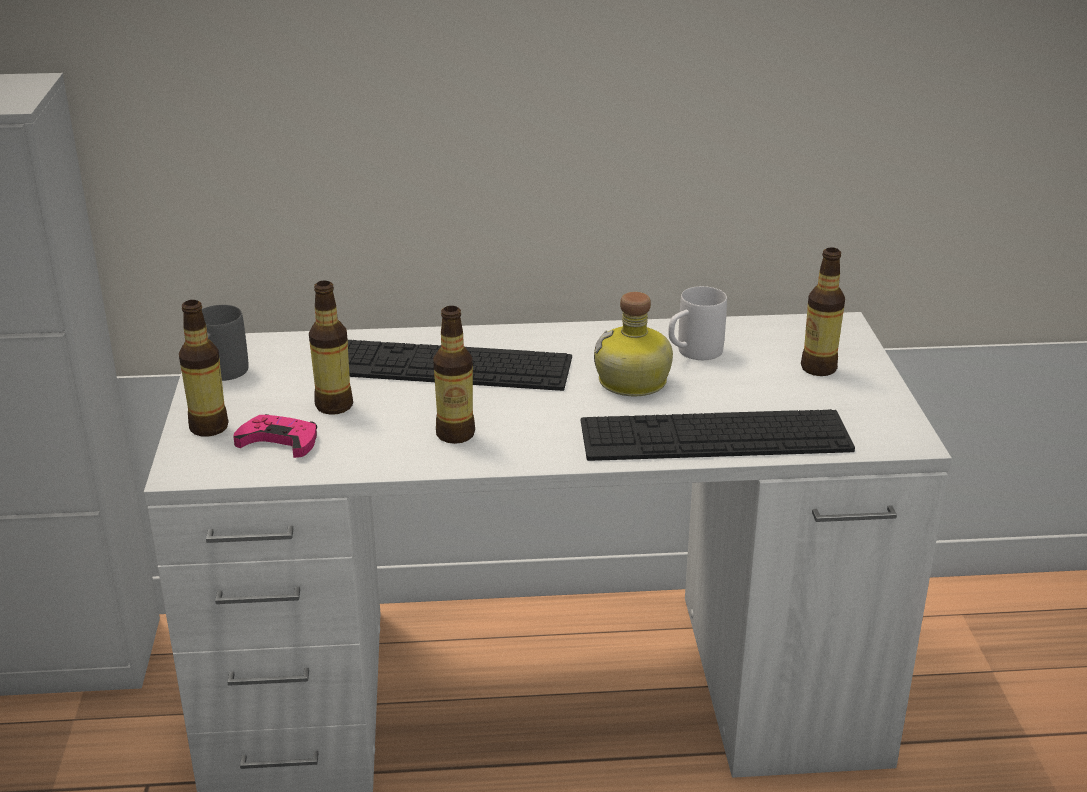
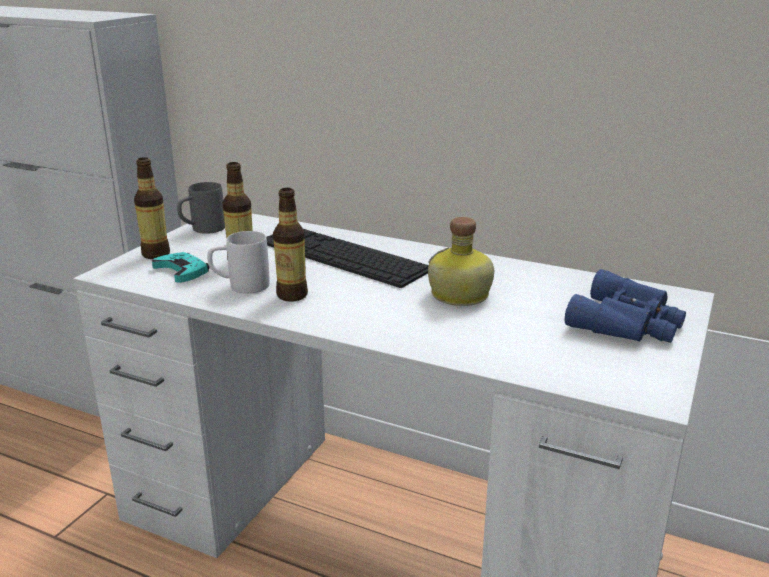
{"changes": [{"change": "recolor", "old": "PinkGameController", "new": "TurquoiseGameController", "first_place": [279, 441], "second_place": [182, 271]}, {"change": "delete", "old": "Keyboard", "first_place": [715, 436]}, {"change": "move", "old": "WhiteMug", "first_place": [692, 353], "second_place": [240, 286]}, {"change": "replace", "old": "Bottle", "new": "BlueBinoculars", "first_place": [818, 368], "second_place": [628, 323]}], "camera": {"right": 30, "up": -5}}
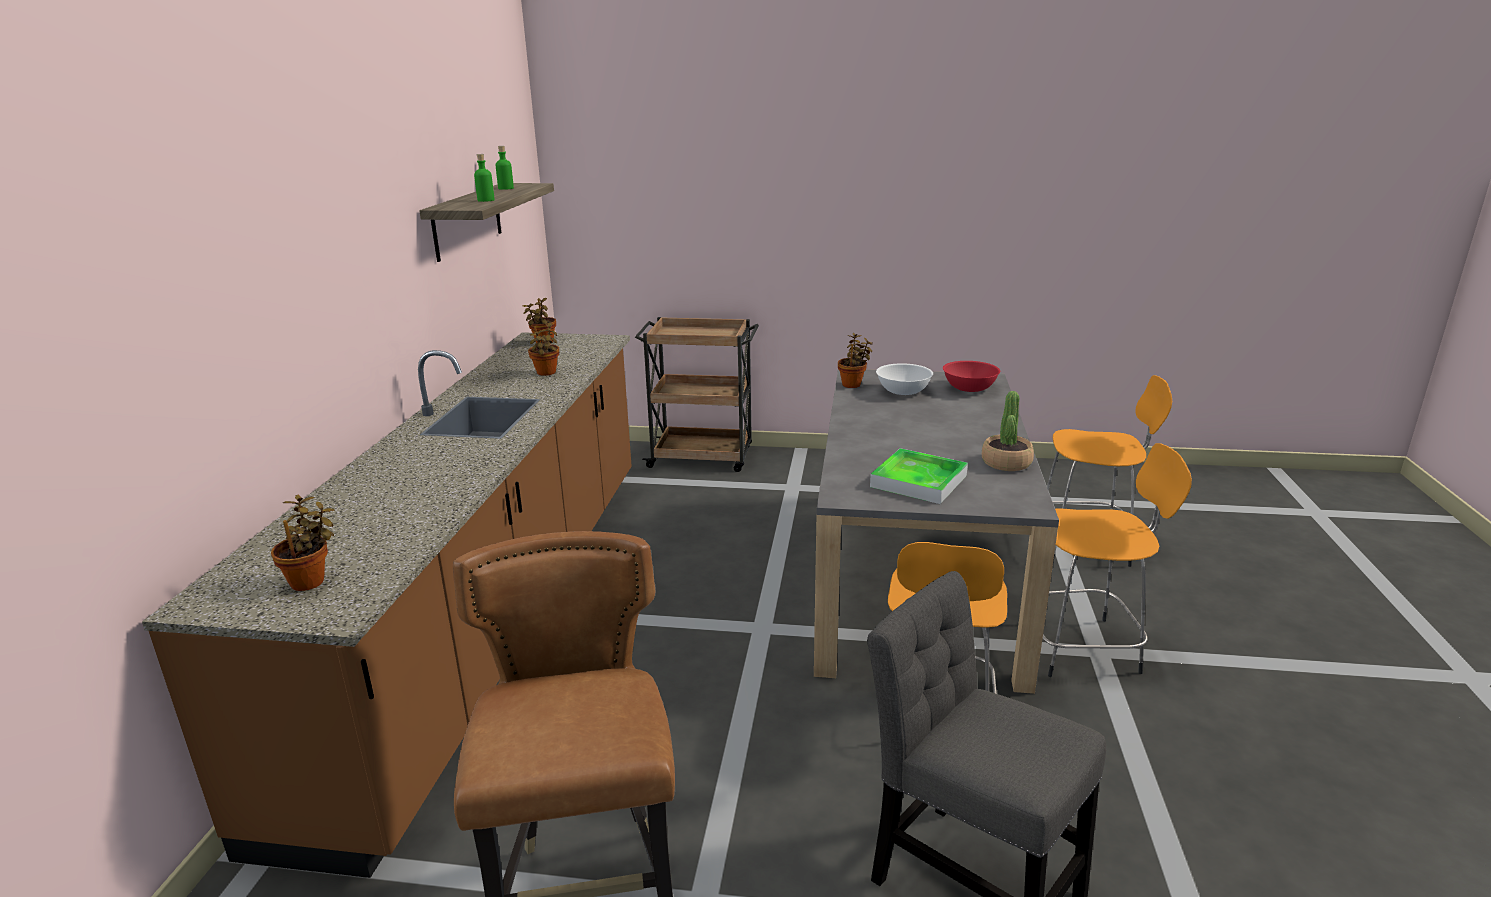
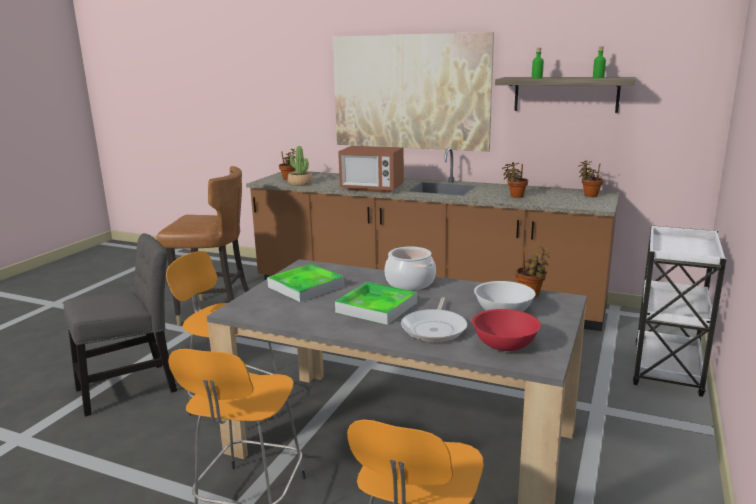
{"changes": [{"change": "recolor", "old": "BrownCart", "new": "WhiteCart", "first_place": [703, 457], "second_place": [667, 370]}, {"change": "move", "old": "PottedPlant", "first_place": [1006, 463], "second_place": [300, 183]}, {"change": "insert", "new": "Picture", "second_place": [410, 92]}, {"change": "insert", "new": "Tray", "second_place": [376, 307]}, {"change": "insert", "new": "Microwave", "second_place": [372, 189]}, {"change": "insert", "new": "CookingPot", "second_place": [409, 282]}, {"change": "insert", "new": "FryingPan", "second_place": [435, 328]}], "camera": {"right": 105, "up": -5}}
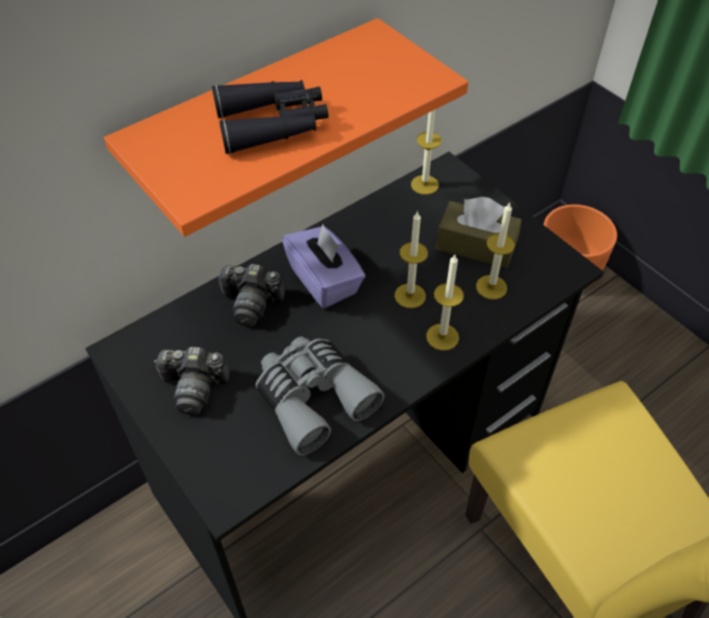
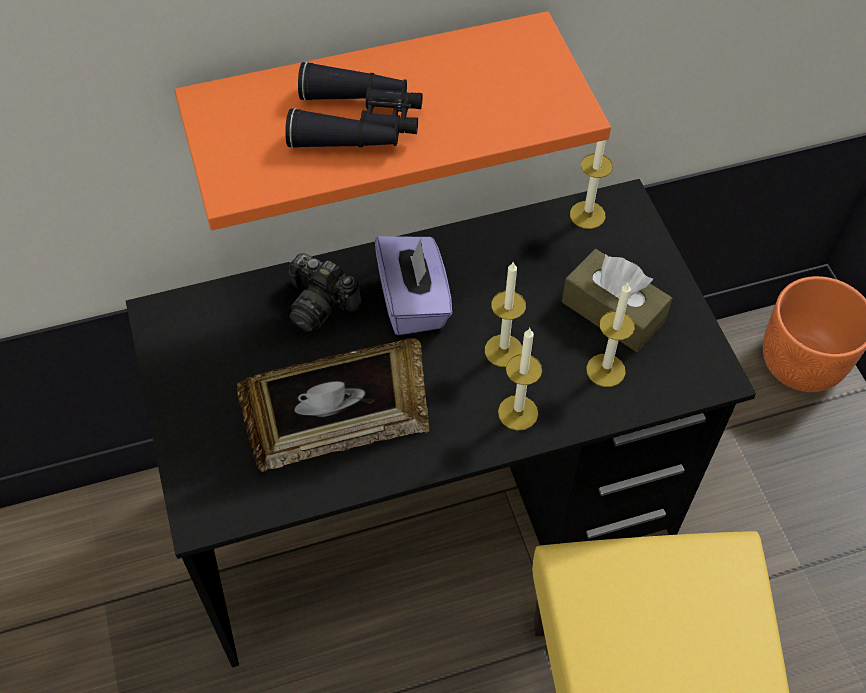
{"changes": [{"change": "delete", "old": "PhotoCamera", "first_place": [194, 387]}, {"change": "replace", "old": "GreyBinoculars", "new": "PictureFrame", "first_place": [313, 397], "second_place": [340, 436]}], "camera": {"right": 20, "up": 5}}
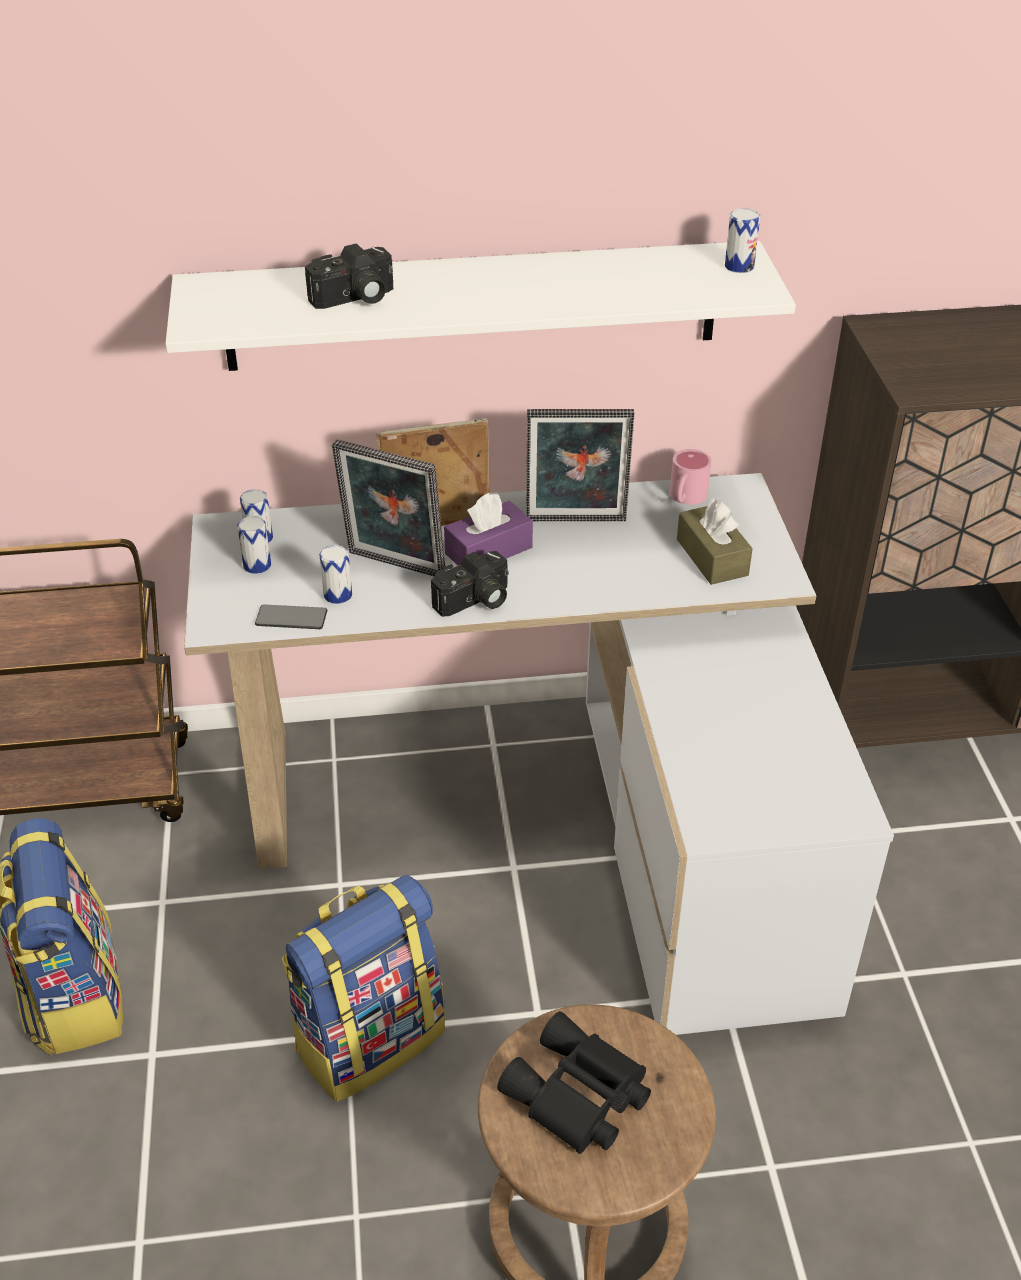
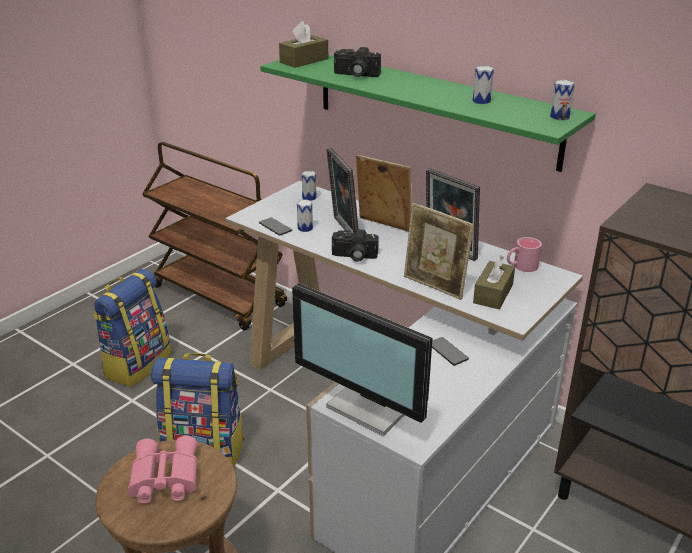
{"changes": [{"change": "recolor", "old": "WhiteShelf", "new": "GreenShelf", "first_place": [472, 306], "second_place": [434, 108]}, {"change": "move", "old": "Can", "first_place": [257, 565], "second_place": [481, 101]}, {"change": "delete", "old": "PurpleTissueBox", "first_place": [488, 551]}, {"change": "recolor", "old": "BlackBinoculars", "new": "PinkBinoculars", "first_place": [577, 1097], "second_place": [163, 478]}, {"change": "insert", "new": "BrownTissueBox", "second_place": [304, 61]}, {"change": "insert", "new": "Monitor", "second_place": [373, 405]}, {"change": "insert", "new": "PictureFrame", "second_place": [434, 286]}, {"change": "insert", "new": "Phone", "second_place": [447, 352]}], "camera": {"right": 45, "up": -10}}
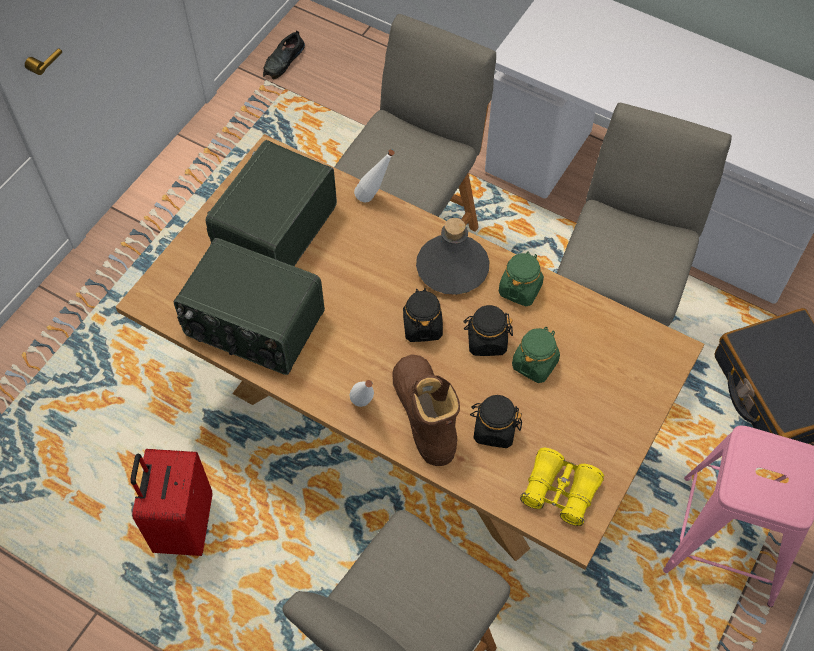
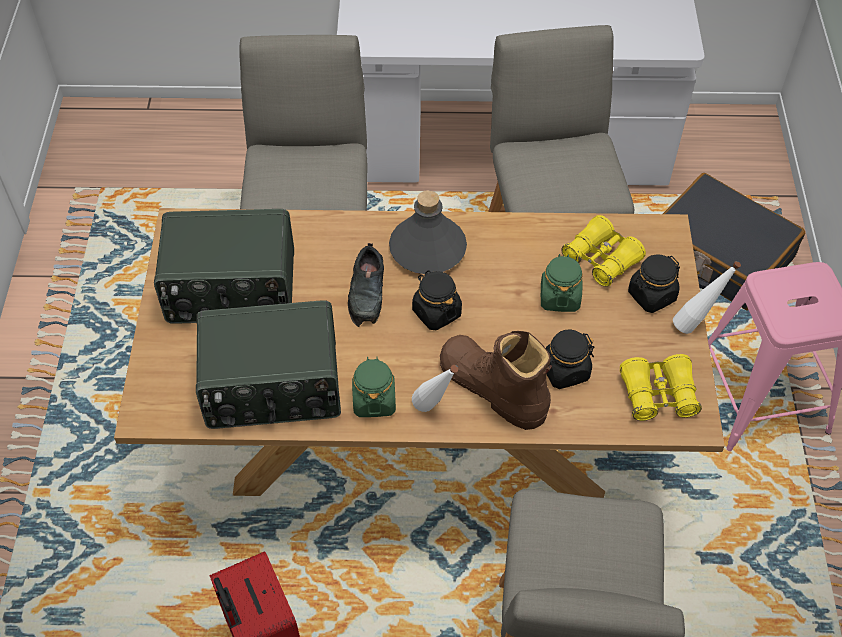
{"changes": [{"change": "rotate", "old": "Radio", "first_place": [274, 229], "second_place": [231, 290], "degrees": -90}, {"change": "move", "old": "BlackShoe", "first_place": [283, 61], "second_place": [367, 292]}, {"change": "move", "old": "WhiteBottle", "first_place": [375, 199], "second_place": [695, 325]}, {"change": "move", "old": "BlackJar", "first_place": [486, 341], "second_place": [651, 296]}, {"change": "move", "old": "GreenJar", "first_place": [520, 289], "second_place": [374, 400]}, {"change": "insert", "new": "YellowBinoculars", "second_place": [601, 259]}], "camera": {"right": -30, "up": -5}}
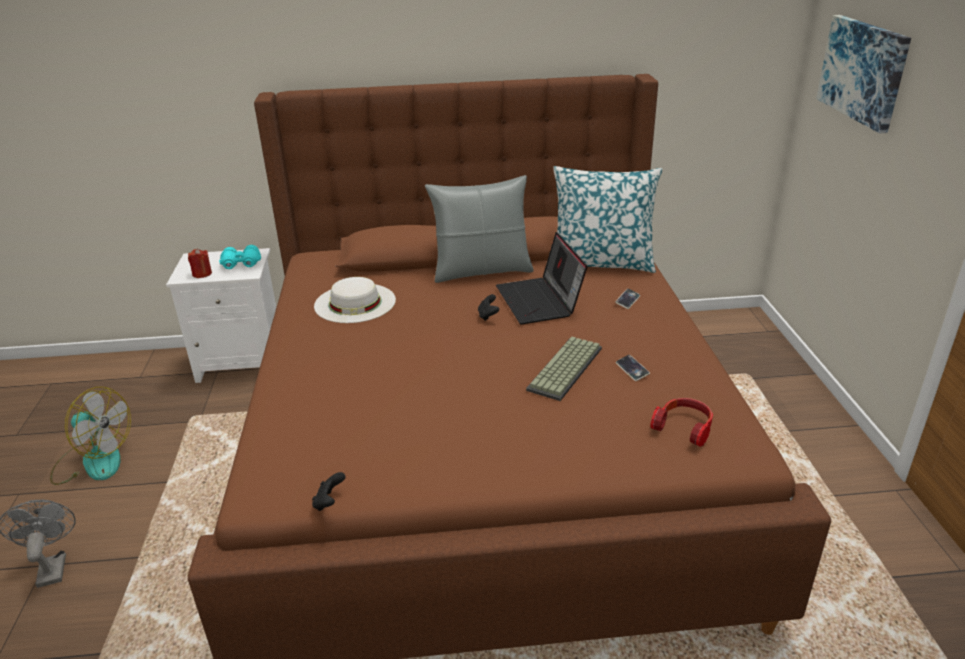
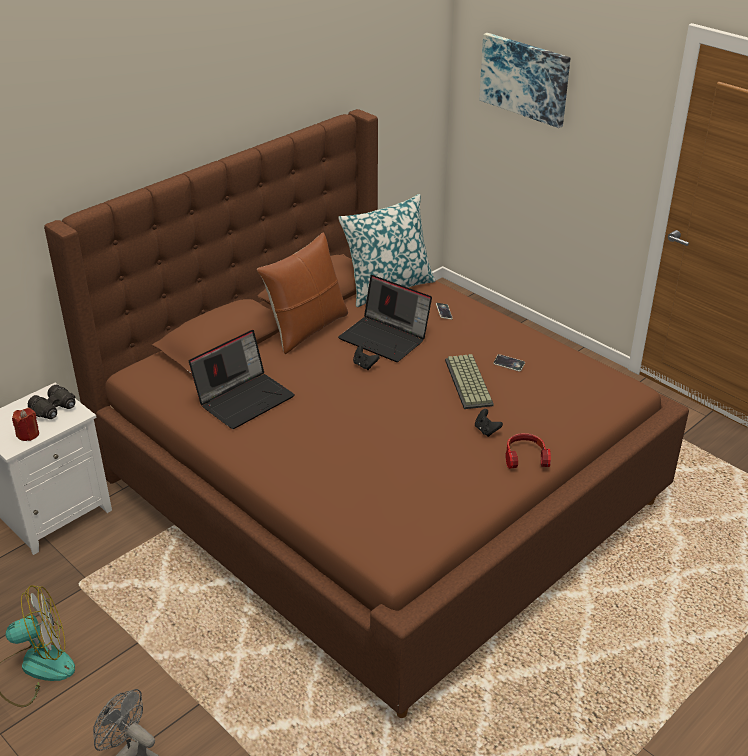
{"changes": [{"change": "recolor", "old": "TurquoiseBinoculars", "new": "BlackBinoculars", "first_place": [241, 265], "second_place": [55, 409]}, {"change": "move", "old": "BlackGameController", "first_place": [329, 502], "second_place": [486, 430]}, {"change": "replace", "old": "WhiteHat", "new": "Laptop", "first_place": [355, 303], "second_place": [245, 398]}, {"change": "recolor", "old": "GreyPillow", "new": "BrownPillow", "first_place": [482, 271], "second_place": [307, 329]}, {"change": "move", "old": "Headphones", "first_place": [684, 427], "second_place": [525, 457]}], "camera": {"right": -40, "up": 5}}
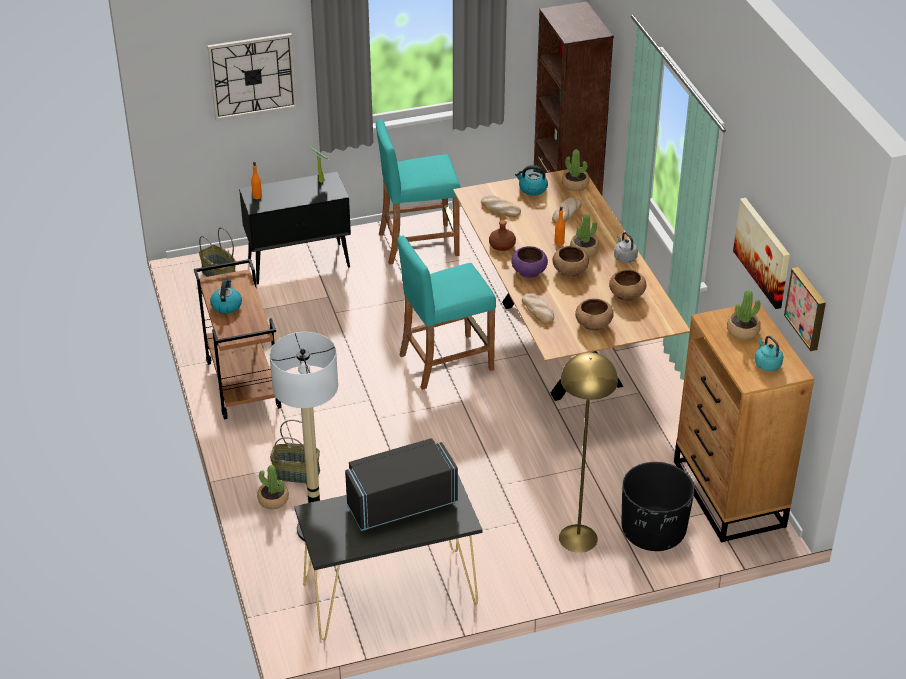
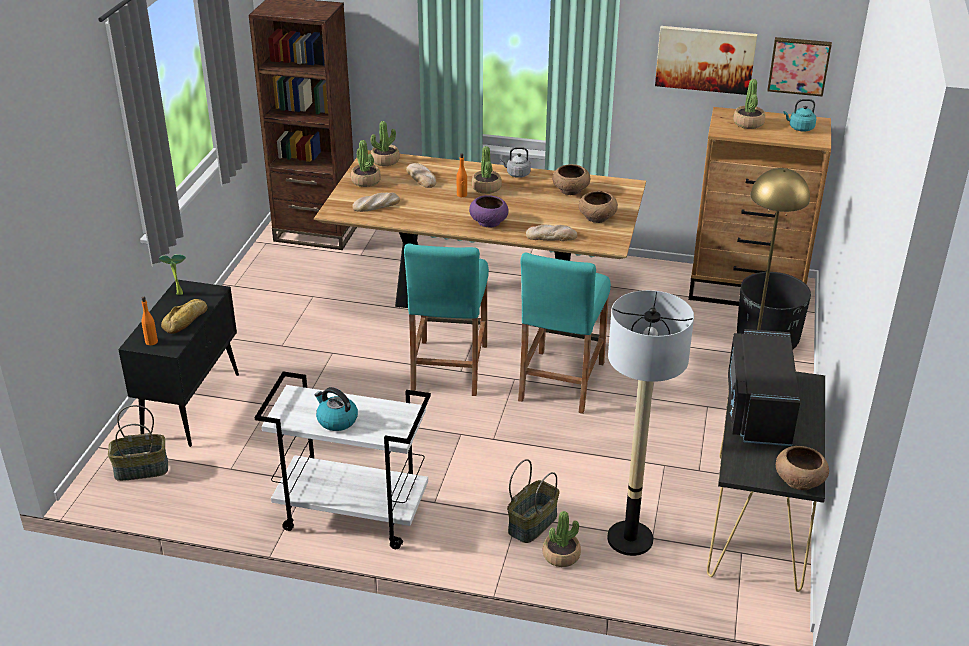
{"changes": [{"change": "recolor", "old": "BrownCart", "new": "WhiteCart", "first_place": [242, 384], "second_place": [350, 515]}, {"change": "delete", "old": "WallClock", "first_place": [252, 76]}, {"change": "move", "old": "TurquoiseStool", "first_place": [418, 244], "second_place": [560, 381]}, {"change": "delete", "old": "BrownBottle", "first_place": [502, 245]}, {"change": "replace", "old": "Kettle", "new": "PottedPlant", "first_place": [532, 189], "second_place": [366, 181]}, {"change": "move", "old": "BrownBowl", "first_place": [570, 271], "second_place": [799, 480]}, {"change": "insert", "new": "Bread", "second_place": [187, 320]}], "camera": {"right": -60, "up": -5}}
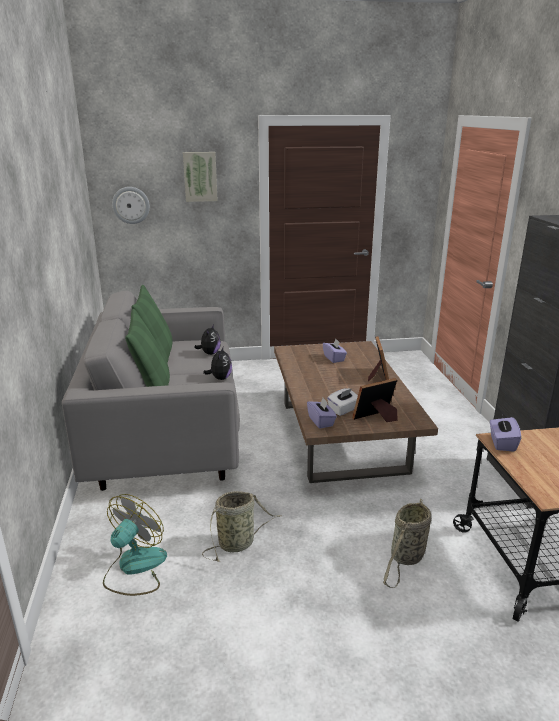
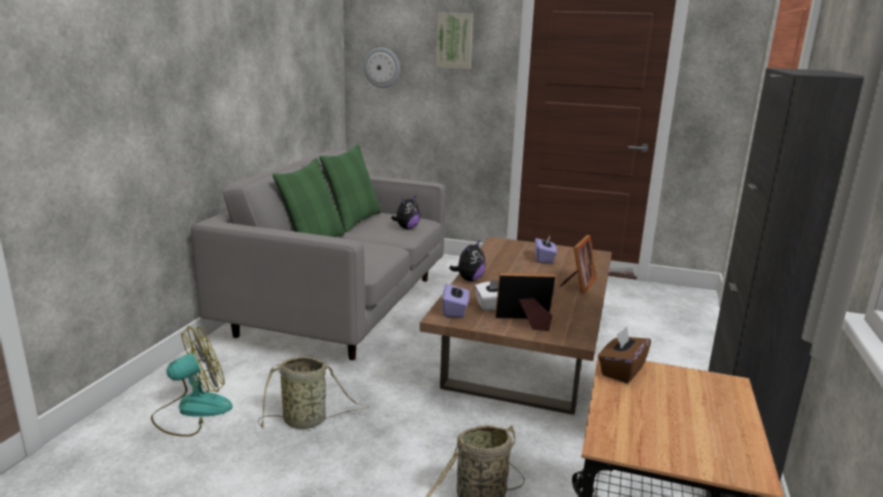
{"changes": [{"change": "move", "old": "PlushToy", "first_place": [220, 378], "second_place": [469, 279]}, {"change": "recolor", "old": "PurpleTissueBox", "new": "BrownTissueBox", "first_place": [502, 443], "second_place": [621, 370]}], "camera": {"right": 25, "up": -5}}
